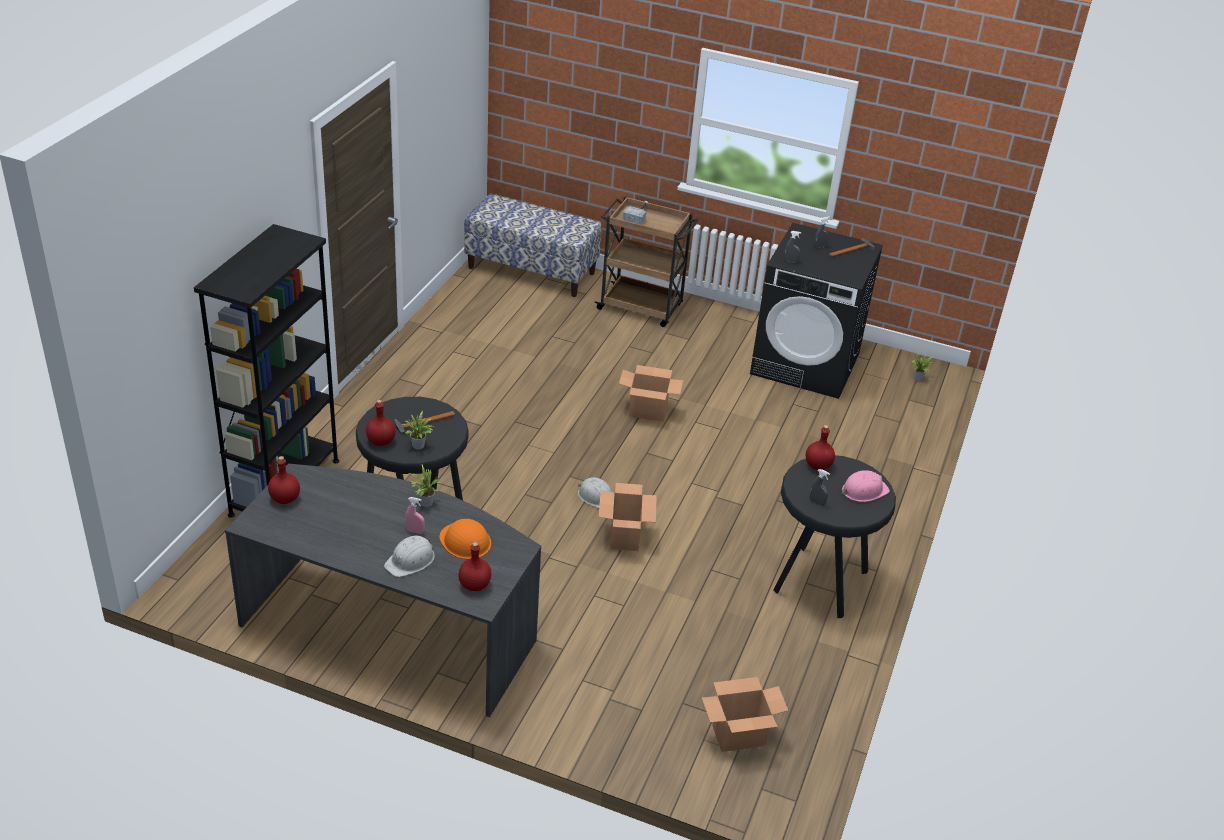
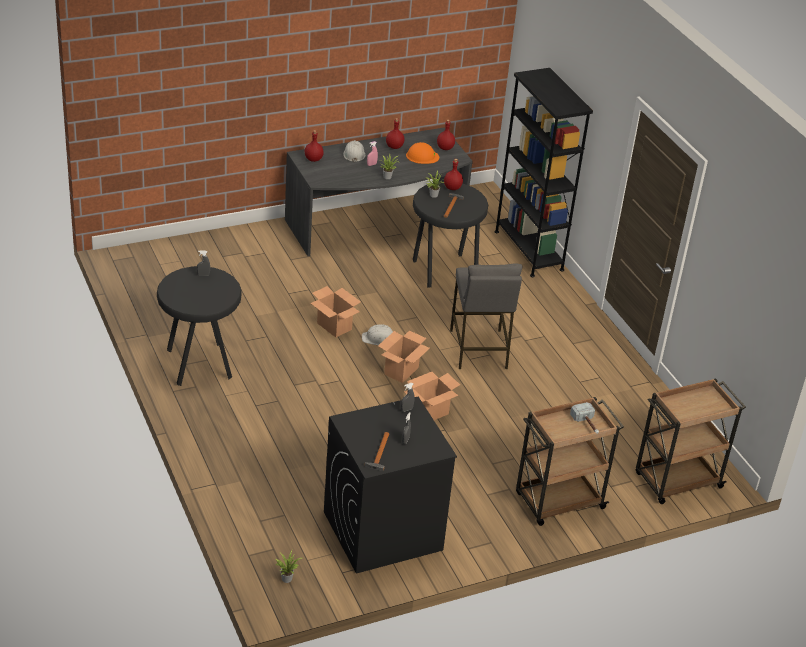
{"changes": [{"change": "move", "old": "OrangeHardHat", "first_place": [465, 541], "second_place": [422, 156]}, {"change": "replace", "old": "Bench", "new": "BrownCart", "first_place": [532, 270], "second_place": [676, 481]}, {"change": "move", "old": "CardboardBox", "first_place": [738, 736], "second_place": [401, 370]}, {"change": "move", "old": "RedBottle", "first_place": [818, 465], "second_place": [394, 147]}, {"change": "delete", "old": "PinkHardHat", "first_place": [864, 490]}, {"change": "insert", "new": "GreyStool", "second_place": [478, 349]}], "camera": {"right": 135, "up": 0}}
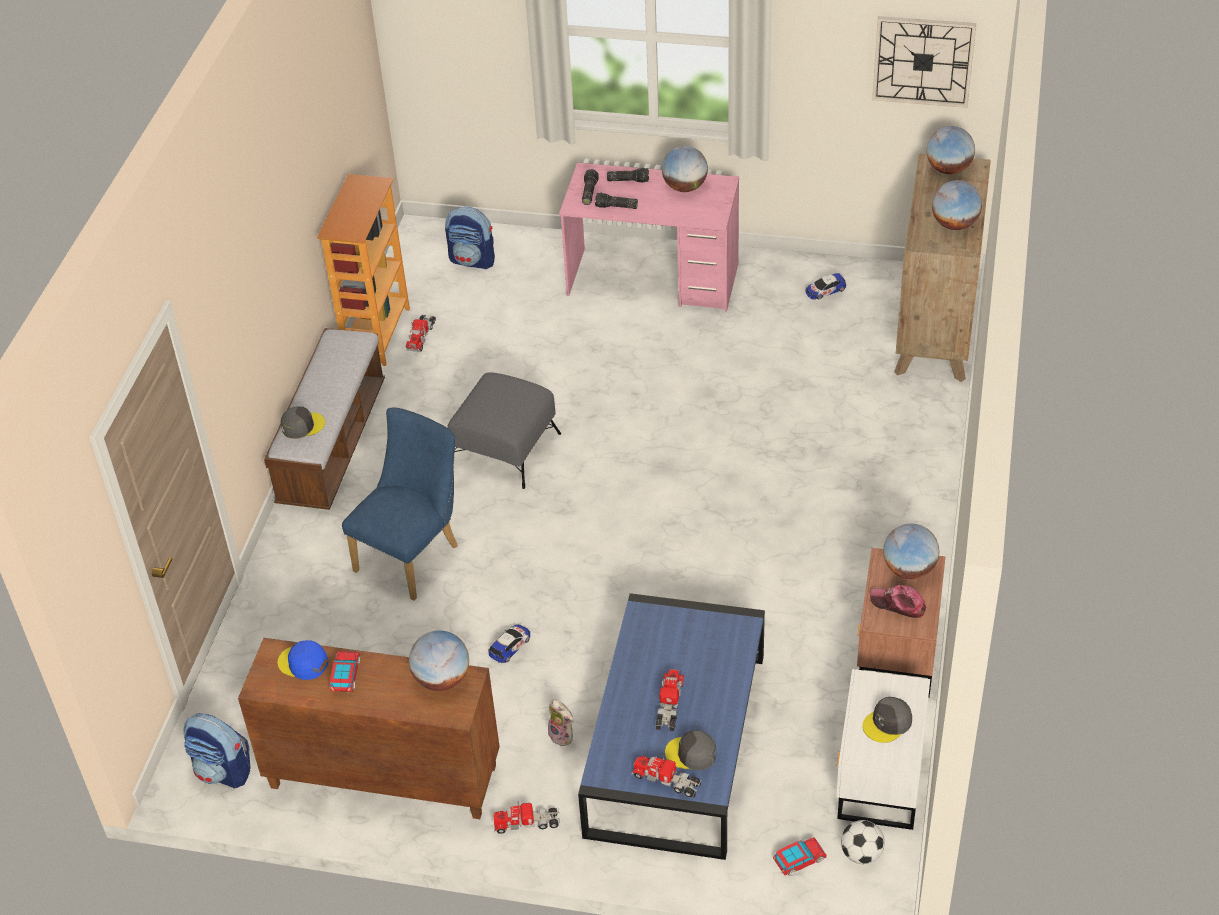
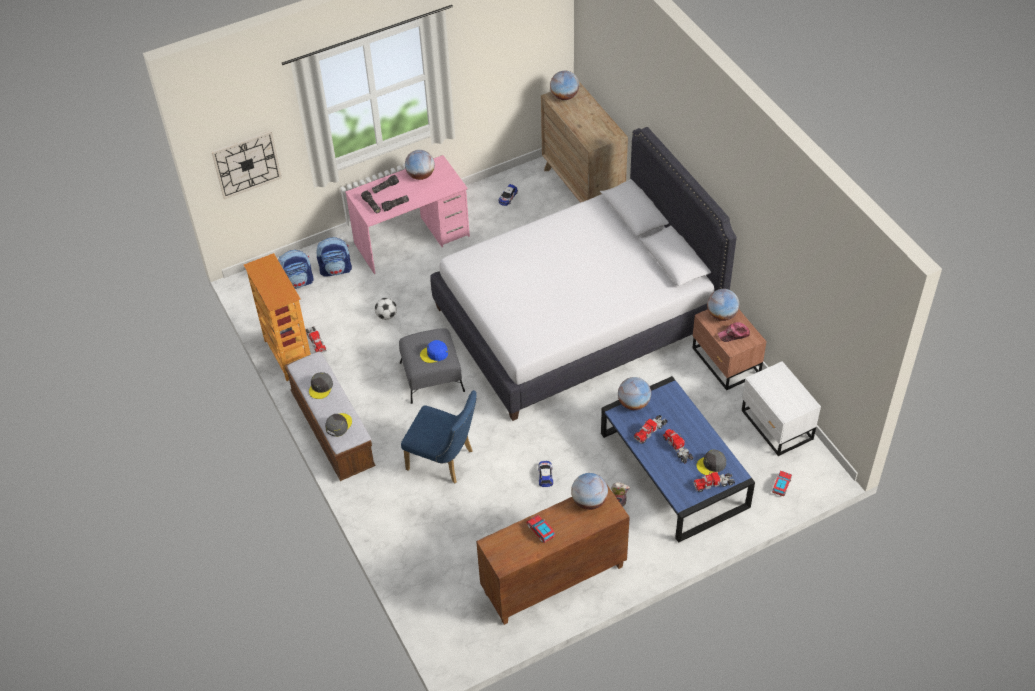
{"changes": [{"change": "move", "old": "Backpack", "first_place": [223, 771], "second_place": [336, 270]}, {"change": "move", "old": "BlueCap", "first_place": [303, 663], "second_place": [434, 354]}, {"change": "rotate", "old": "BlueChair", "first_place": [413, 555], "second_place": [444, 461], "degrees": 120}, {"change": "move", "old": "ToyTruck", "first_place": [527, 823], "second_place": [650, 431]}, {"change": "move", "old": "Football", "first_place": [862, 854], "second_place": [387, 315]}, {"change": "move", "old": "GreyCap", "first_place": [887, 723], "second_place": [321, 387]}, {"change": "move", "old": "WallClock", "first_place": [923, 61], "second_place": [246, 164]}, {"change": "move", "old": "Globe", "first_place": [954, 224], "second_place": [633, 403]}, {"change": "insert", "new": "WhiteBed", "second_place": [577, 318]}], "camera": {"right": -40, "up": 5}}
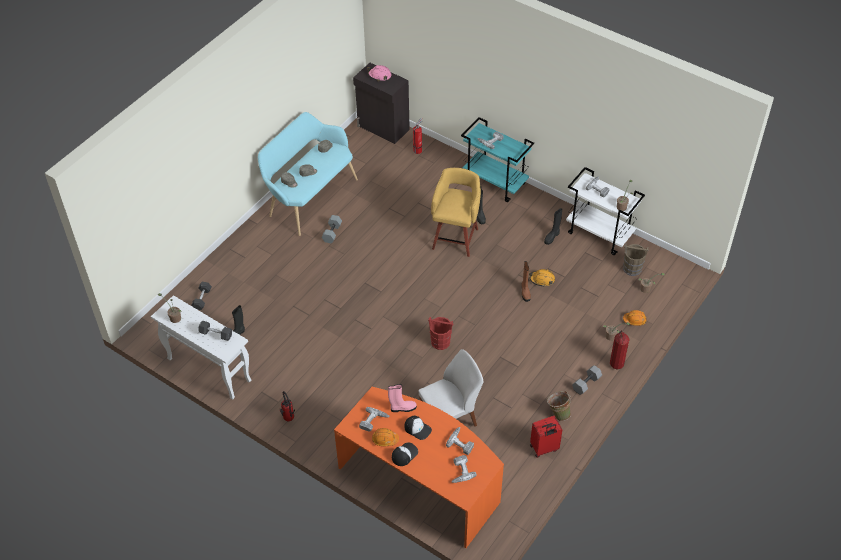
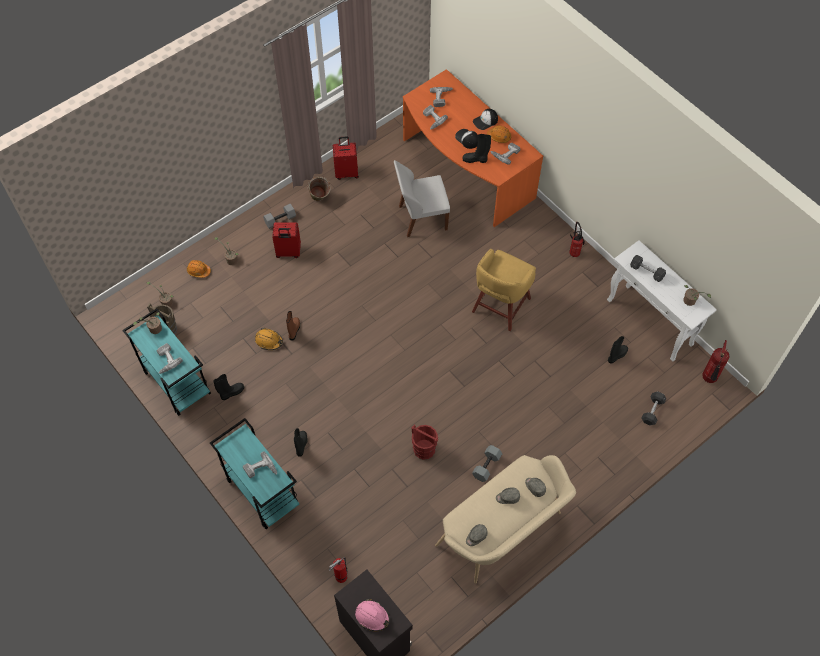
{"changes": [{"change": "recolor", "old": "TurquoiseBench", "new": "BeigeBench", "first_place": [309, 197], "second_place": [503, 532]}, {"change": "recolor", "old": "PinkBoot", "new": "BlackBoot", "first_place": [402, 408], "second_place": [475, 159]}, {"change": "move", "old": "RedBucket", "first_place": [440, 342], "second_place": [424, 449]}, {"change": "move", "old": "YellowStool", "first_place": [456, 237], "second_place": [500, 306]}, {"change": "recolor", "old": "WhiteCart", "new": "TurquoiseCart", "first_place": [600, 234], "second_place": [176, 382]}, {"change": "move", "old": "FireExtinguisher", "first_place": [616, 363], "second_place": [709, 379]}, {"change": "insert", "new": "RedSuitcase", "second_place": [288, 252]}], "camera": {"right": -165, "up": 10}}
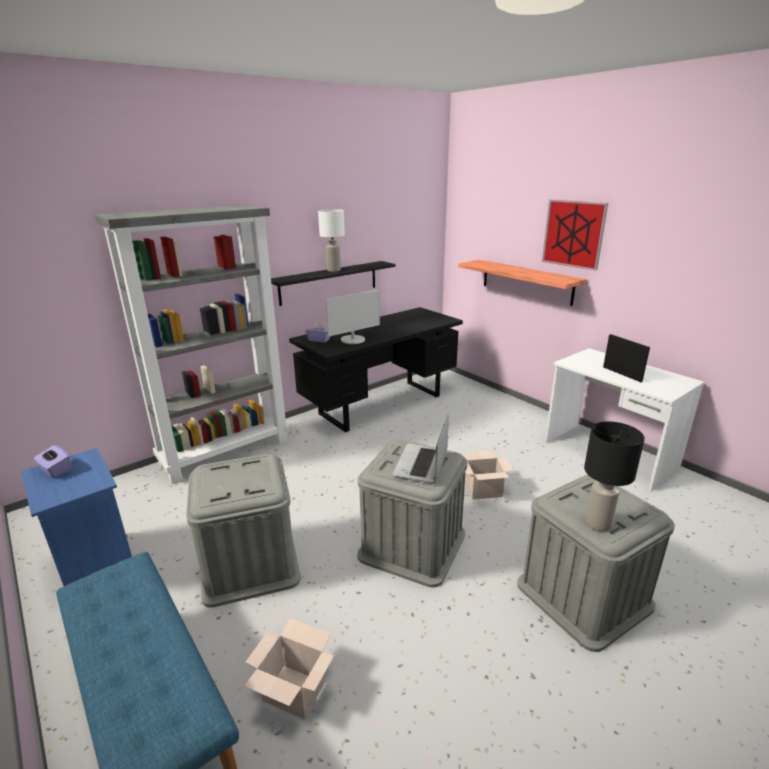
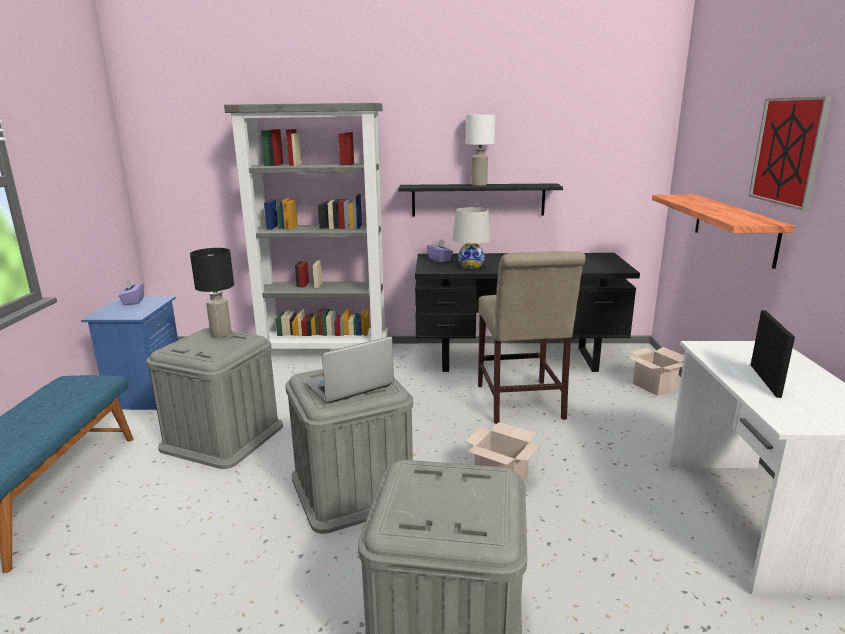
{"changes": [{"change": "move", "old": "CardboardBox", "first_place": [292, 692], "second_place": [652, 386]}, {"change": "replace", "old": "Monitor", "new": "WhiteTableLamp", "first_place": [353, 340], "second_place": [471, 266]}, {"change": "move", "old": "BlackTableLamp", "first_place": [599, 523], "second_place": [221, 334]}, {"change": "insert", "new": "BeigeChair", "second_place": [520, 404]}], "camera": {"right": 40, "up": -5}}
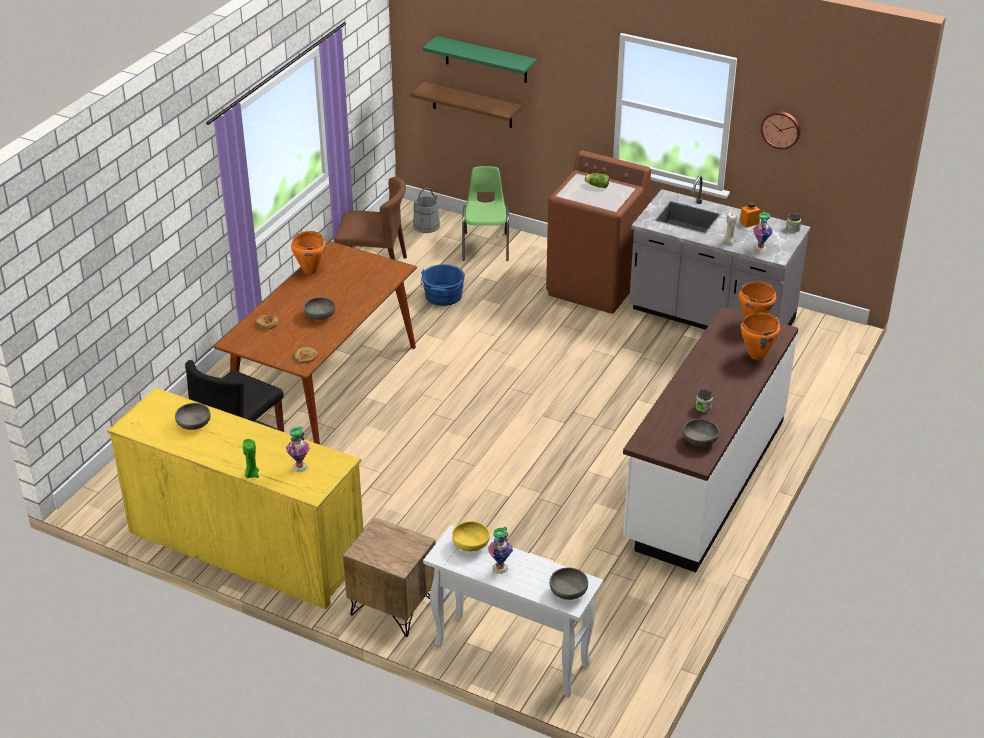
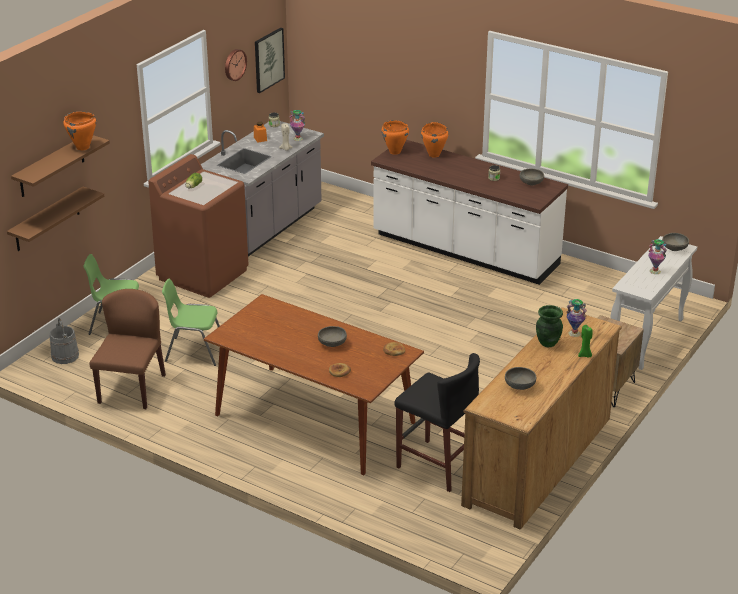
{"changes": [{"change": "recolor", "old": "YellowDresser", "new": "BrownDresser", "first_place": [246, 546], "second_place": [538, 461]}, {"change": "move", "old": "OrangeCookingPot", "first_place": [310, 271], "second_place": [83, 147]}, {"change": "replace", "old": "BlueBucket", "new": "GreenChair", "first_place": [443, 296], "second_place": [194, 351]}, {"change": "recolor", "old": "GreenShelf", "new": "BrownShelf", "first_place": [486, 60], "second_place": [51, 166]}, {"change": "delete", "old": "YellowBowl", "first_place": [470, 544]}, {"change": "insert", "new": "Picture", "second_place": [268, 59]}, {"change": "insert", "new": "GreenVase", "second_place": [547, 343]}], "camera": {"right": -85, "up": -5}}
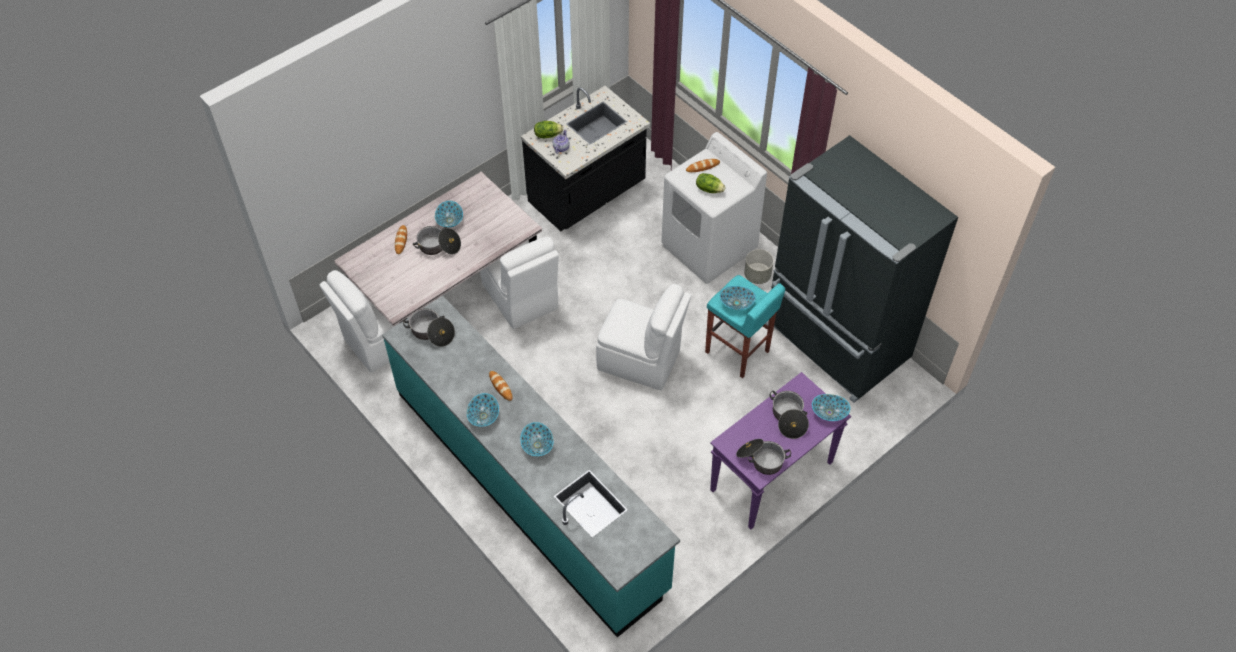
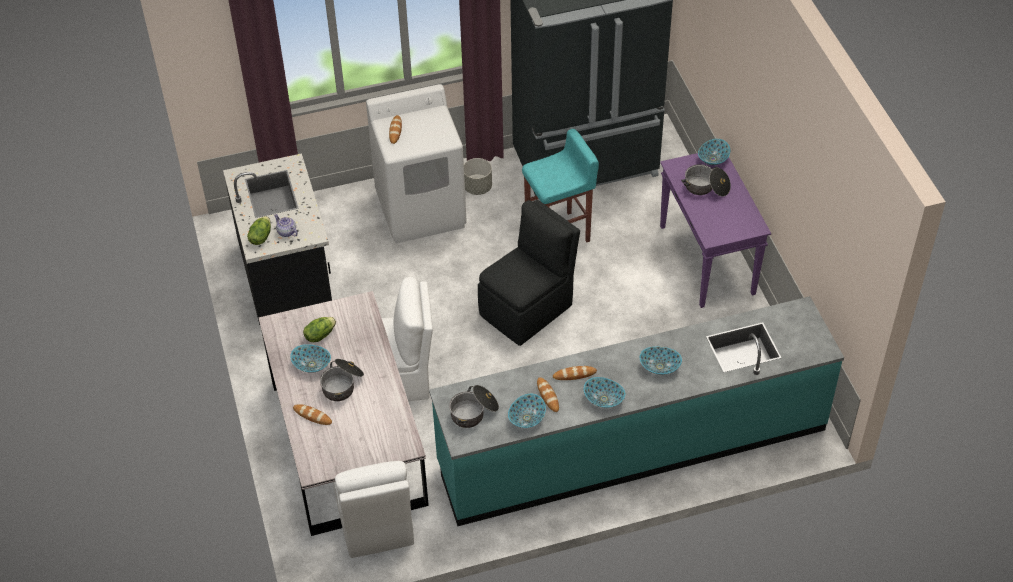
{"changes": [{"change": "recolor", "old": "WhiteChair", "new": "BlackChair", "first_place": [641, 361], "second_place": [528, 309]}, {"change": "move", "old": "Lettuce", "first_place": [709, 189], "second_place": [320, 335]}, {"change": "move", "old": "Bowl", "first_place": [736, 303], "second_place": [527, 418]}, {"change": "delete", "old": "CookingPot", "first_place": [761, 459]}, {"change": "insert", "new": "Bread", "second_place": [548, 396]}], "camera": {"right": -65, "up": -5}}
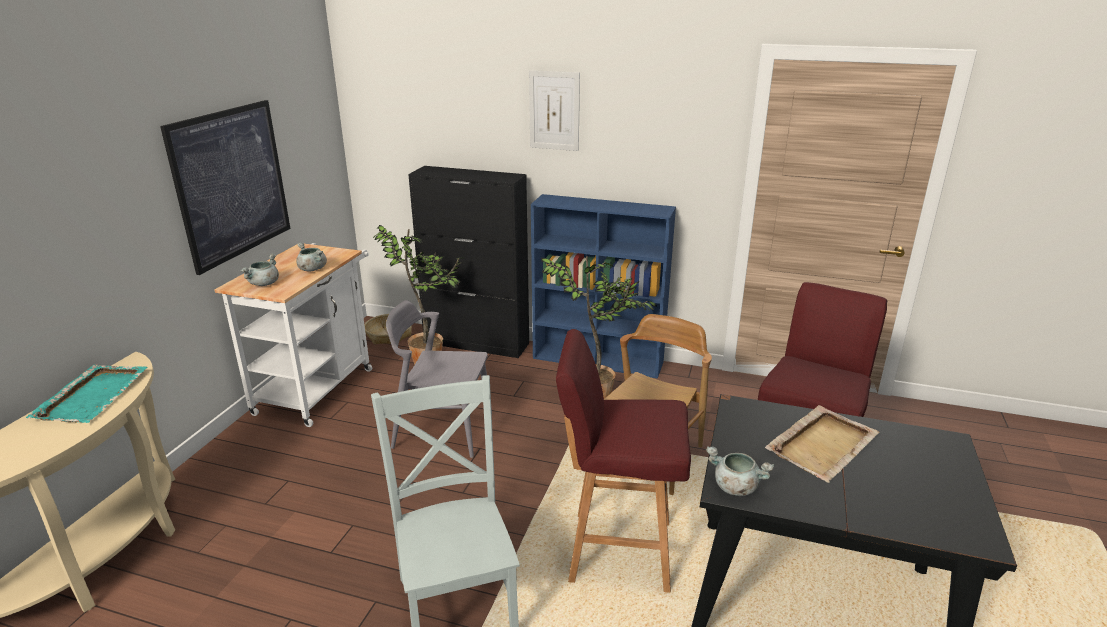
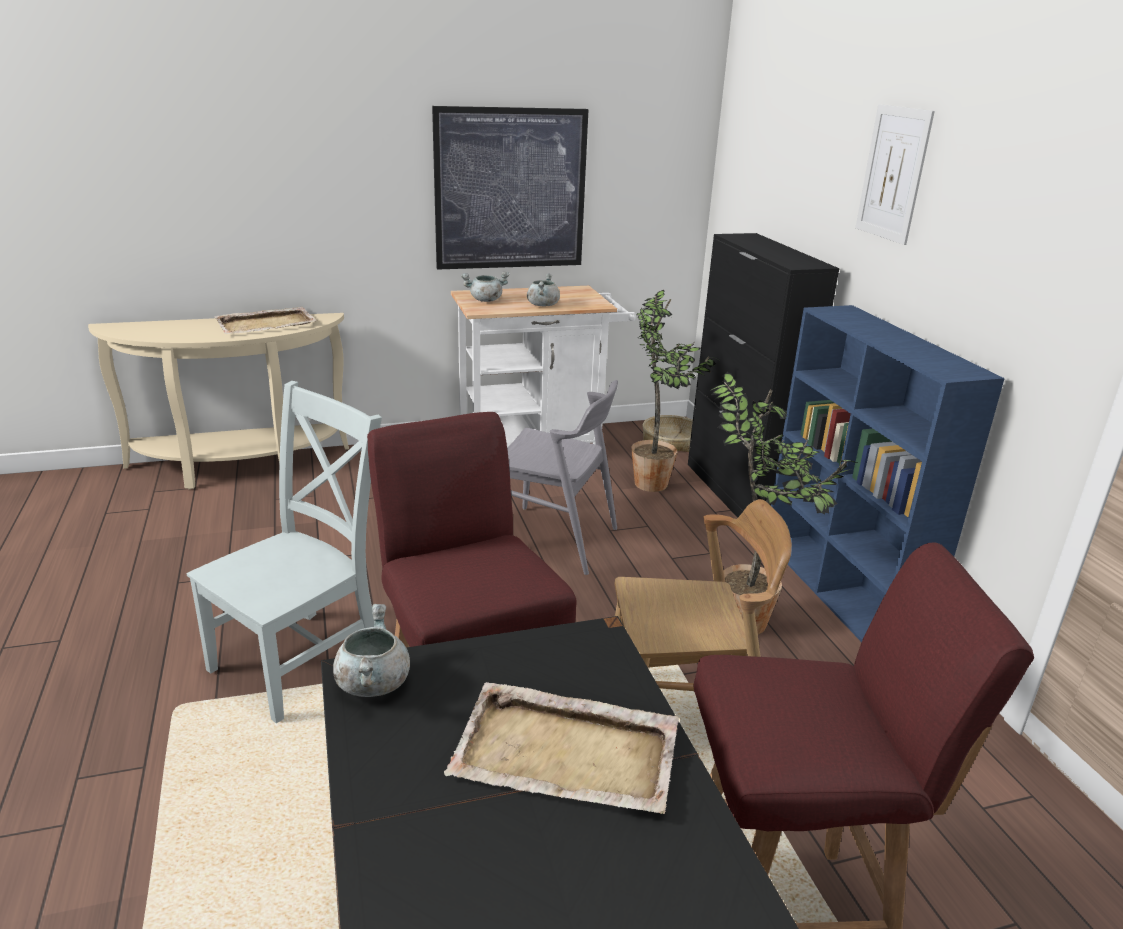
{"changes": [{"change": "recolor", "old": "TurquoiseTray", "new": "BeigeTray", "first_place": [93, 395], "second_place": [267, 324]}, {"change": "rotate", "old": "GreyChair", "first_place": [442, 430], "second_place": [553, 540], "degrees": 135}], "camera": {"right": 55, "up": 0}}
